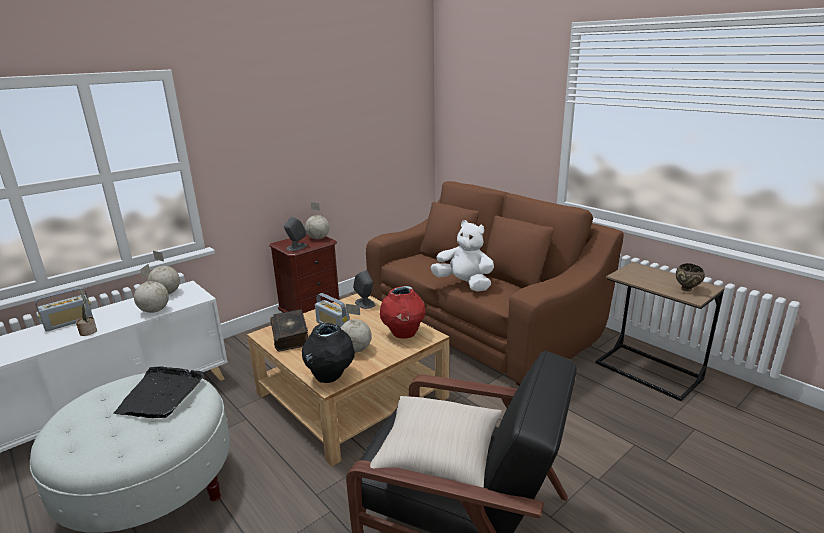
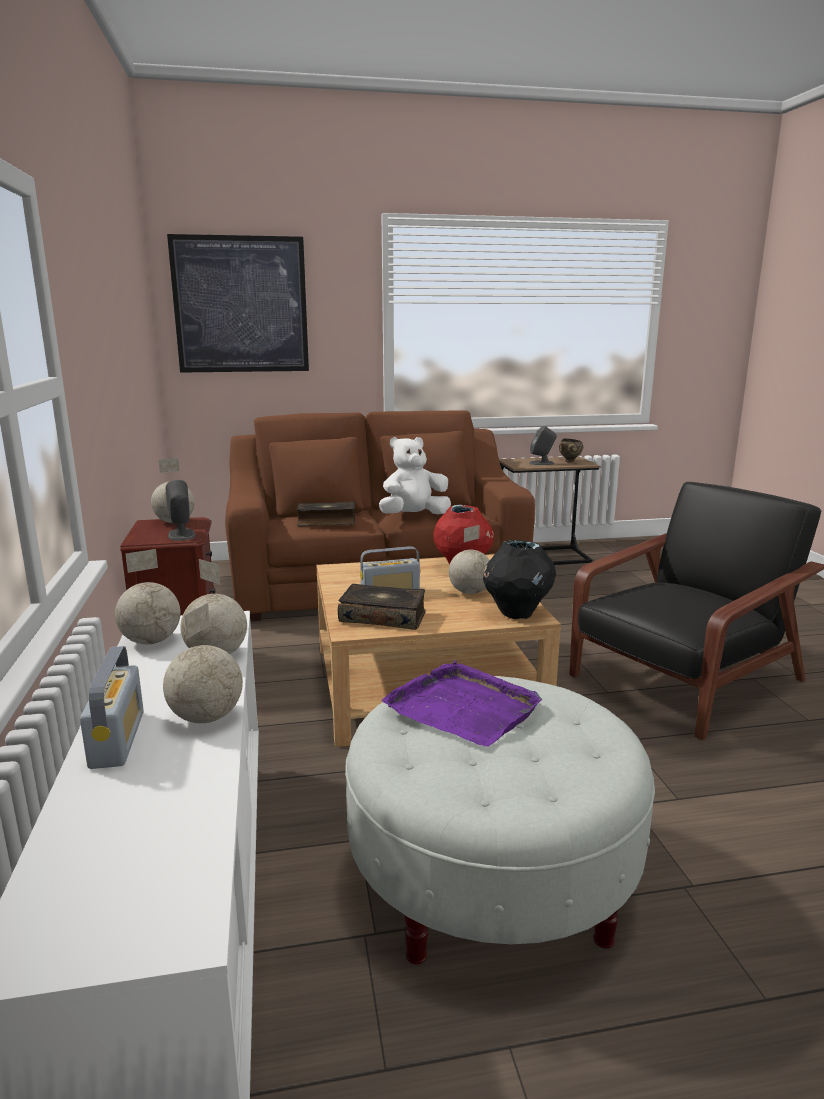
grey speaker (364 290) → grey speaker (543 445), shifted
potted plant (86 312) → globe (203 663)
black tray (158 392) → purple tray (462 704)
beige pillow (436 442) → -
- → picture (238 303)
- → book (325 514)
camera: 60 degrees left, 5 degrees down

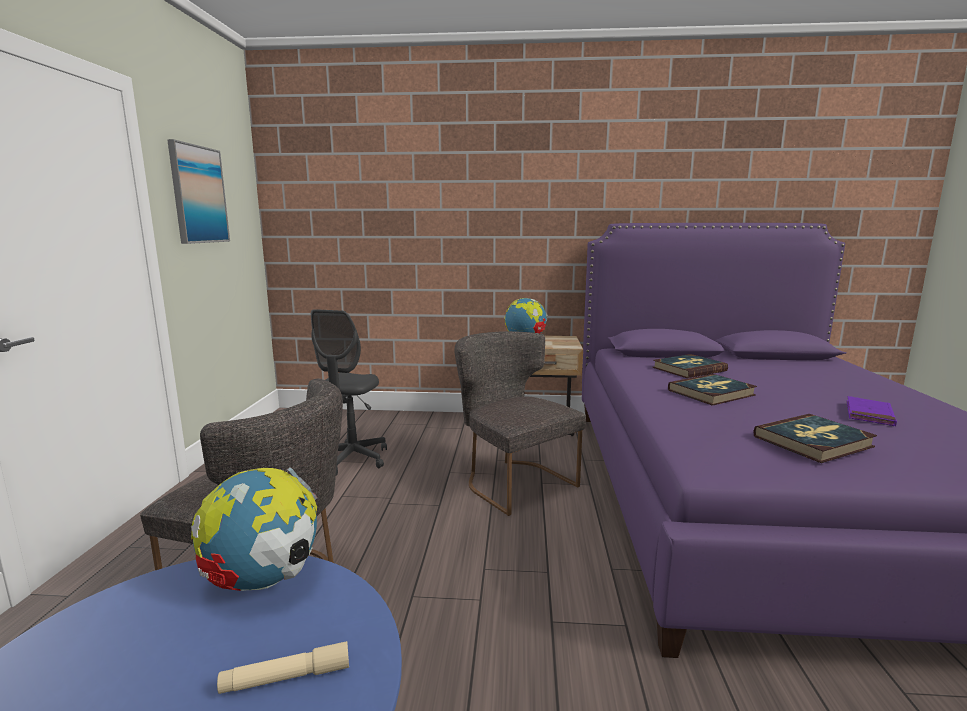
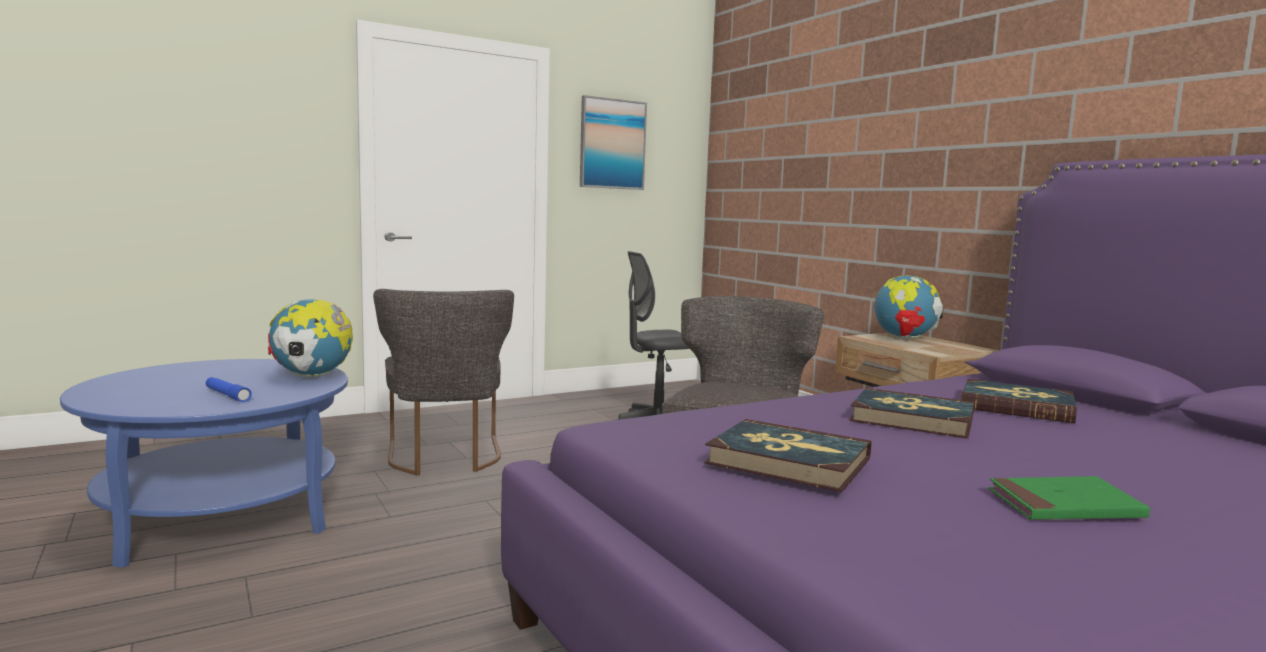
purple book (872 411) → green book (1069 498)
beige flashlight (283 667) → blue flashlight (229 389)
camera: 55 degrees right, 5 degrees down

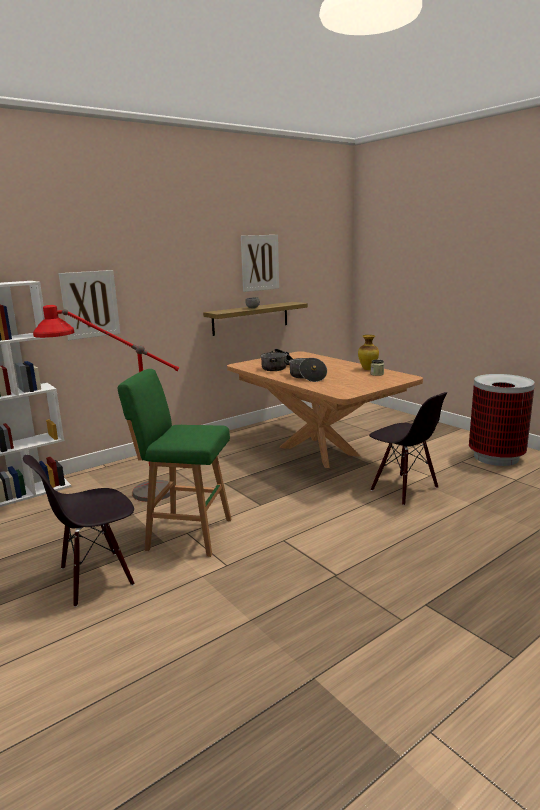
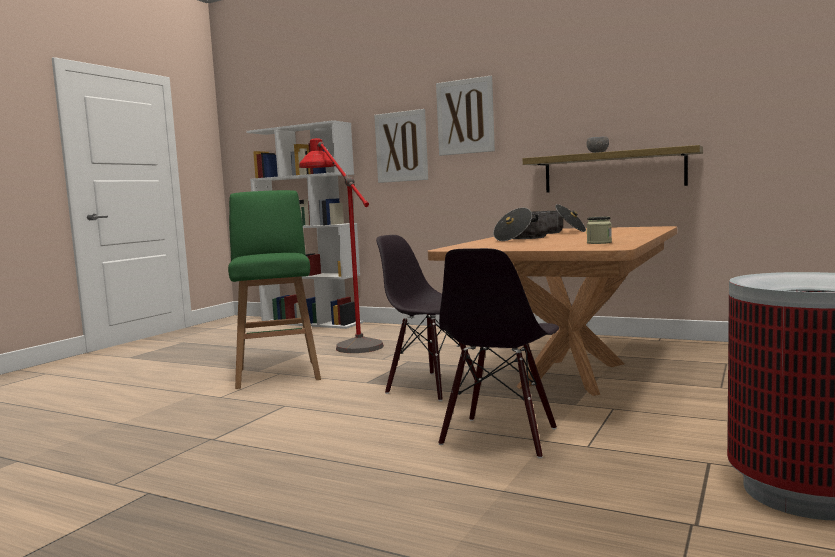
picture (260 263) → picture (465 116), shifted
vase (368 352) → -
black chair (79 531) → black chair (426 318), shifted
camera: 65 degrees right, 10 degrees down

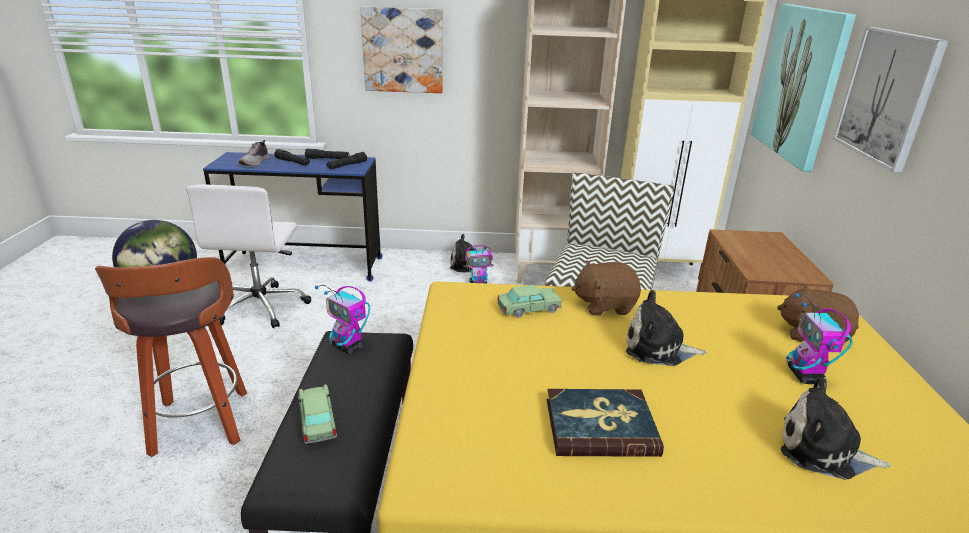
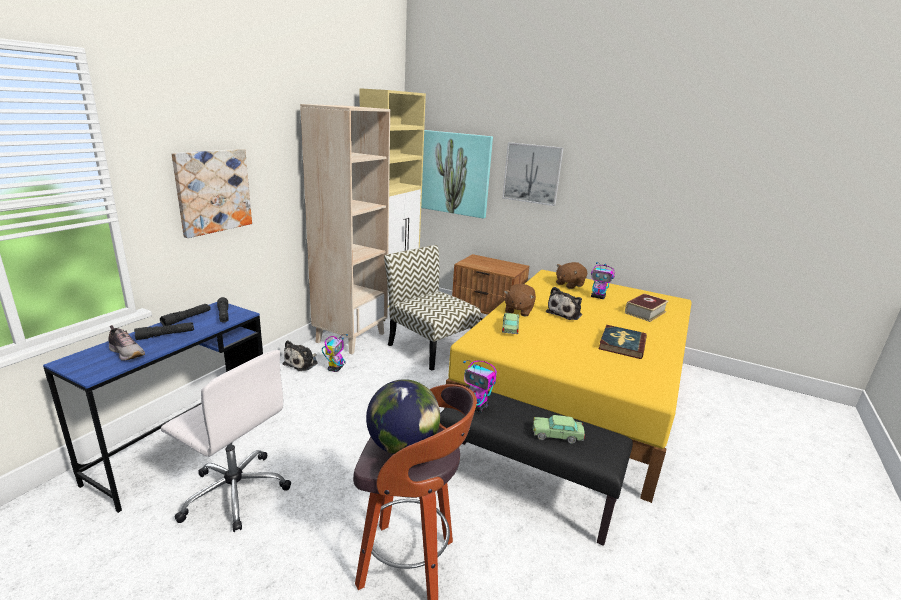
toy robot (342 319) → toy robot (480 386), 60 degrees clockwise
plush toy (835 428) → book (647 307)
camera: 65 degrees left, 5 degrees down

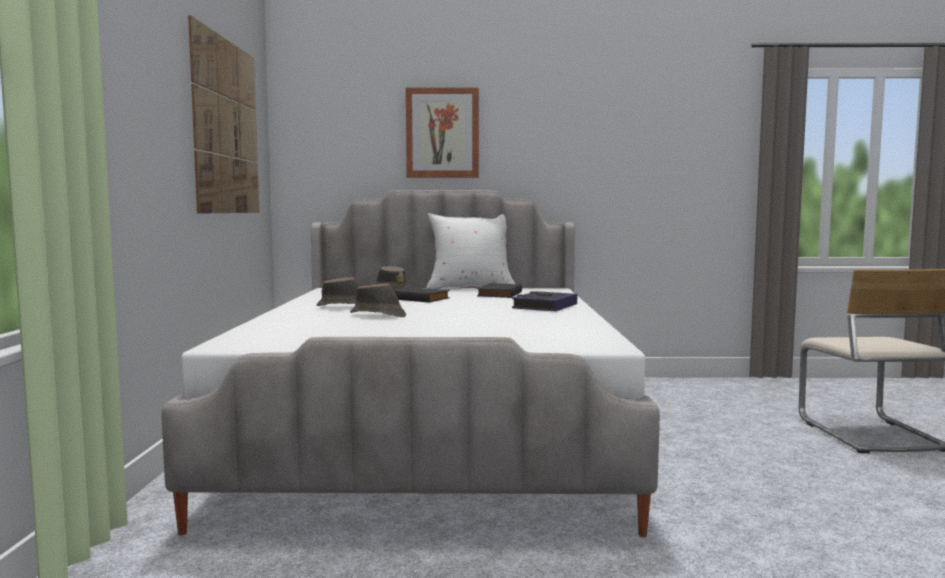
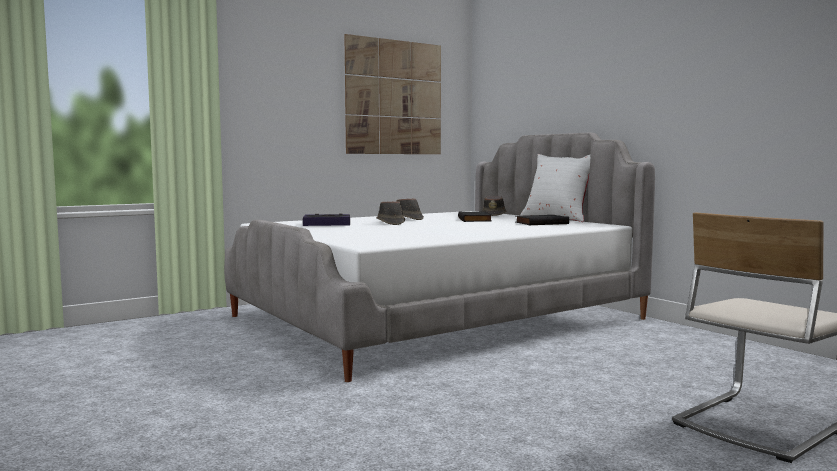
picture (442 133) → -
book (544 301) → book (326 219), shifted
camera: 55 degrees right, 0 degrees up

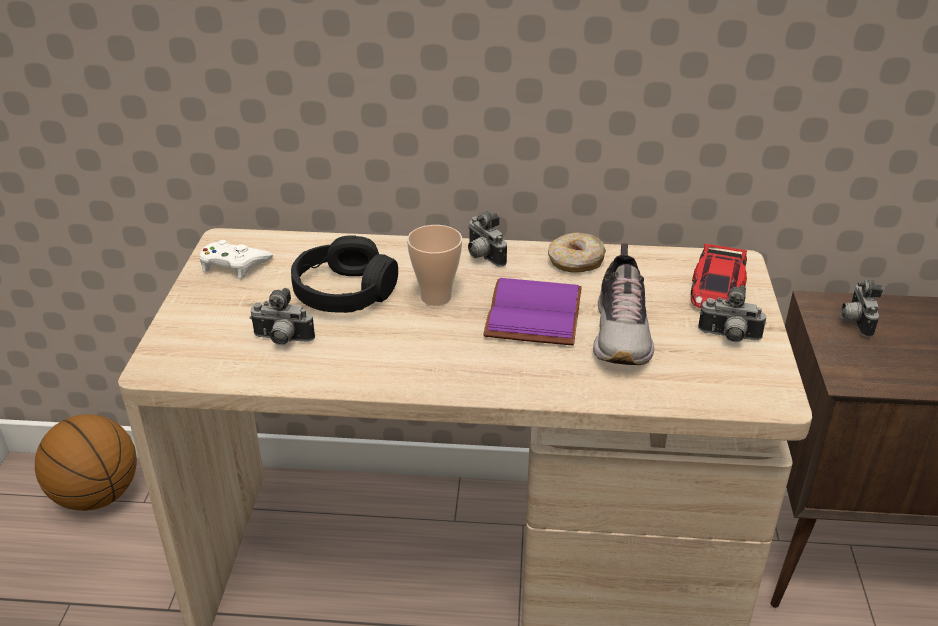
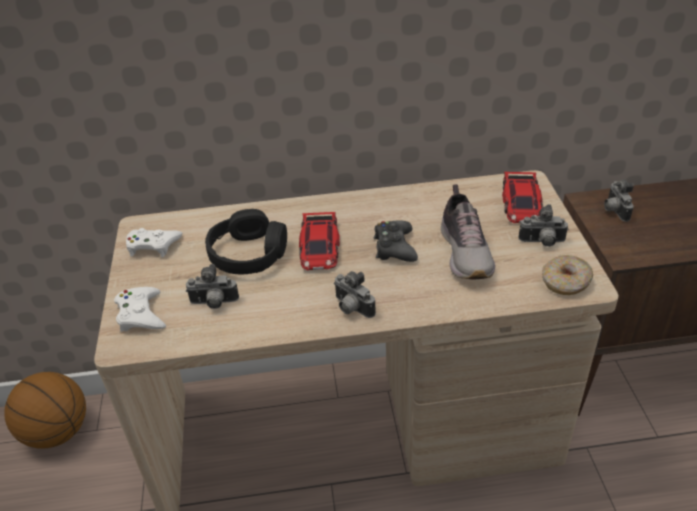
photo camera (487 239) → photo camera (355 294), shifted
cup (434 265) → toy car (319 241)
donut (577 252) → donut (567 275), shifted
purple book (532 312) → black game controller (396 241)
- → white game controller (140 309)
camera: 10 degrees left, 5 degrees up

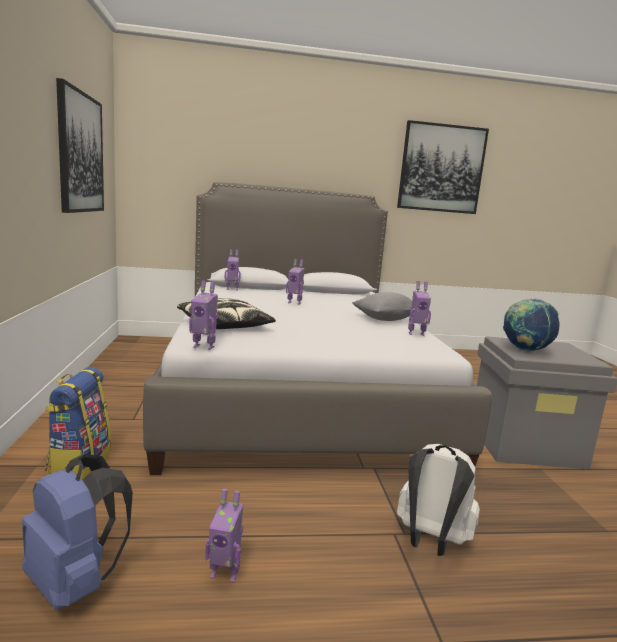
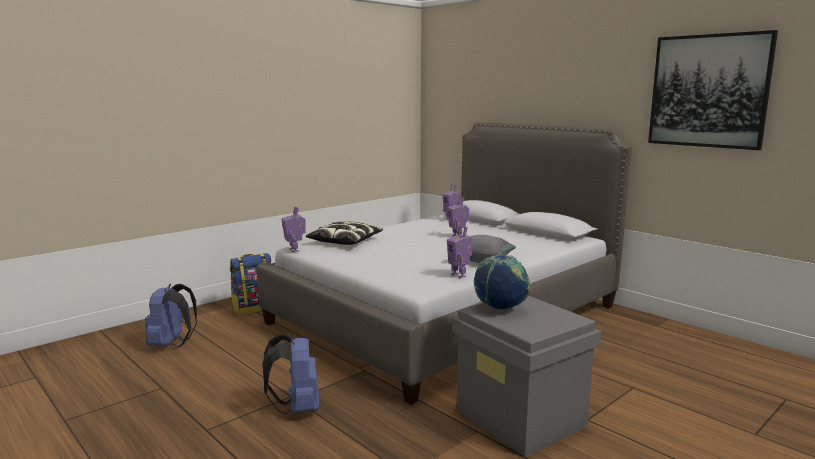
picture (80 145) → -
white backpack (438 500) → blue backpack (290 374)
toy robot (224 535) → -
camera: 55 degrees right, 0 degrees up

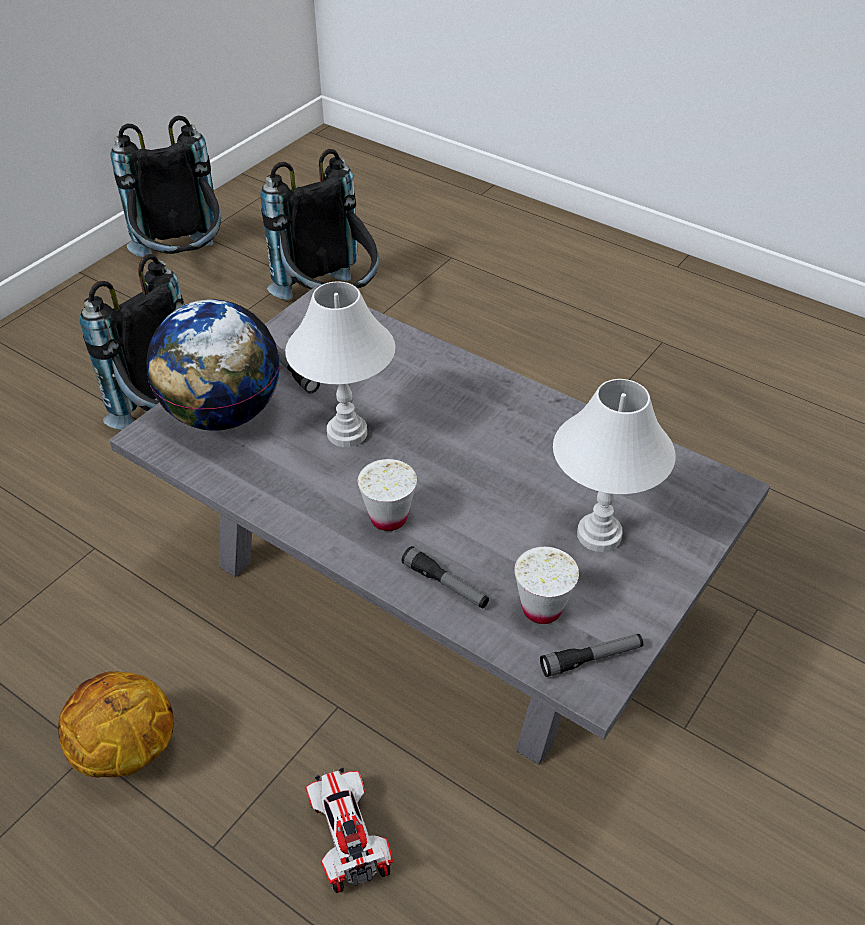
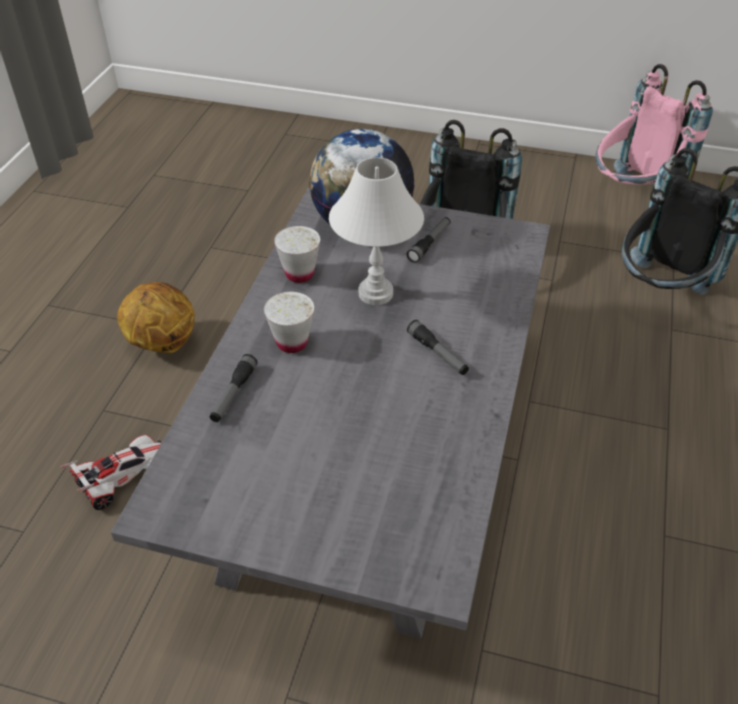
black backpack (165 186) → pink backpack (654 124)
white table lamp (614 465) → -
white cup (546 585) → white cup (297 254), shifted
flashlight (591 655) → flashlight (438 347), shifted
camera: 70 degrees right, 0 degrees up

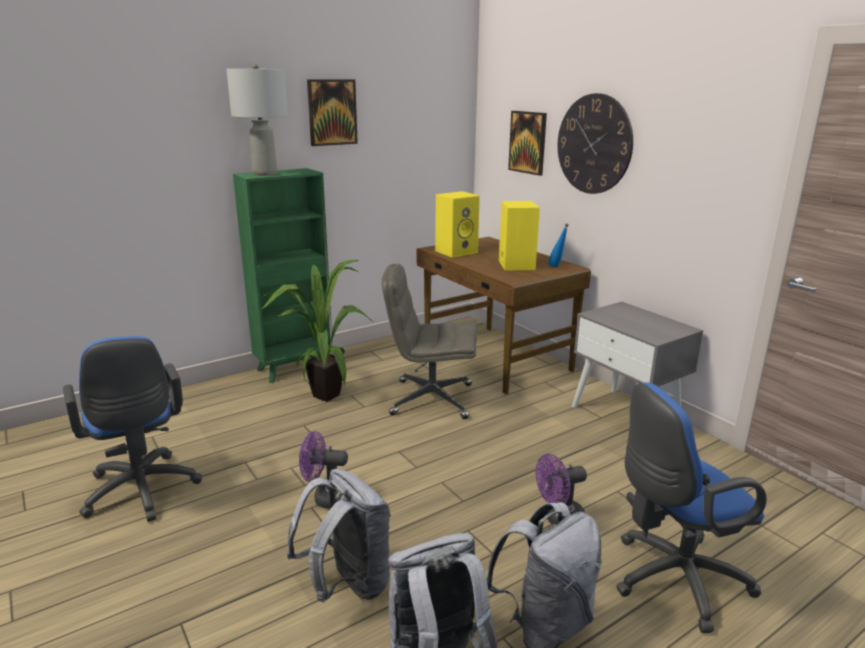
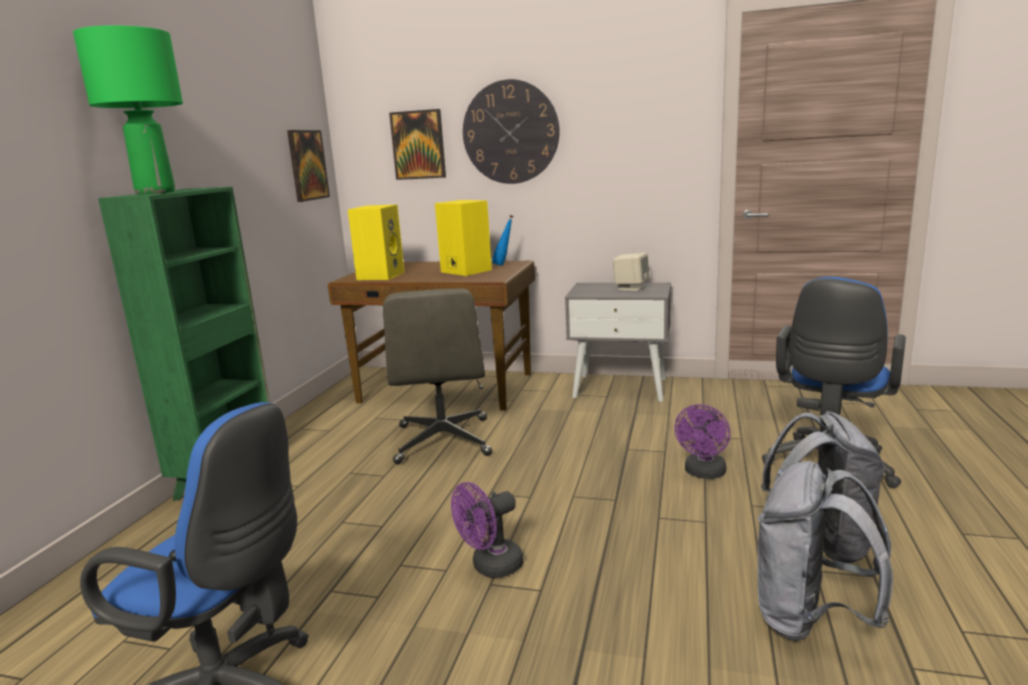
grey table lamp (257 120) → green table lamp (128 110)
picture (332 112) → picture (308 166), shifted
potted plant (317 331) → -
grey office chair (429 341) → grey office chair (437 376), 60 degrees counterclockwise
grey backpack (339 535) → -
- → beige speaker (631 272)
camera: 40 degrees left, 5 degrees down

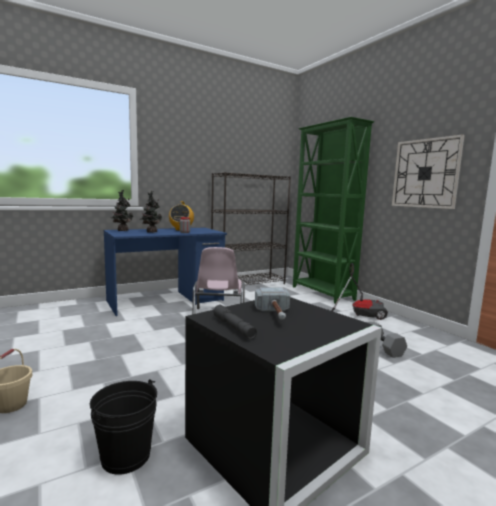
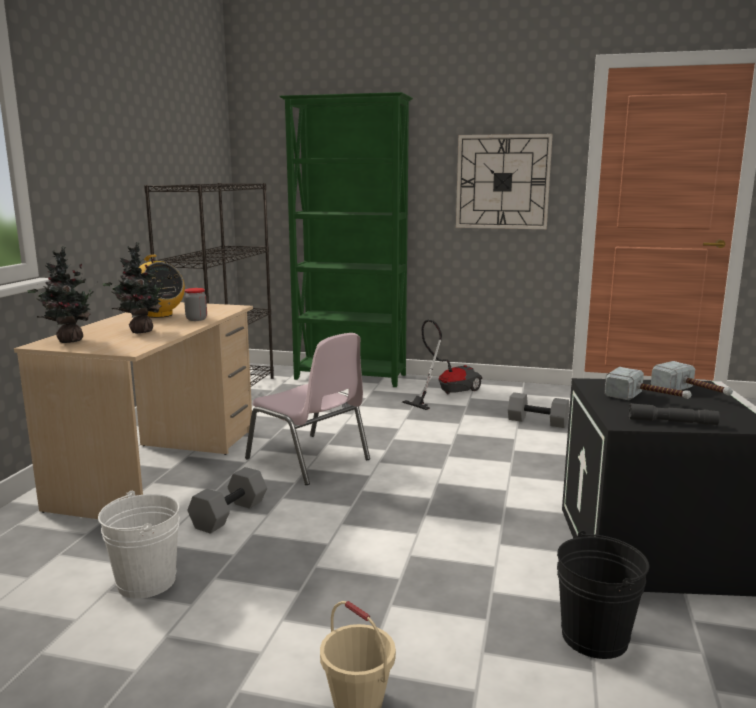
blue desk (165 272) → beige desk (133 410)
- → hammer (692 378)
- → grey dumbbell (227 500)
- → white bucket (139 545)
camera: 45 degrees left, 5 degrees up

